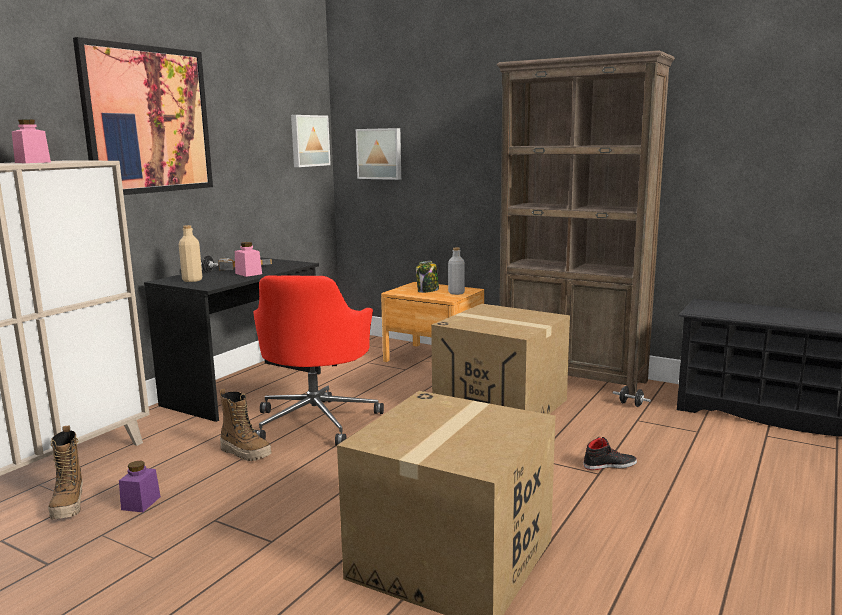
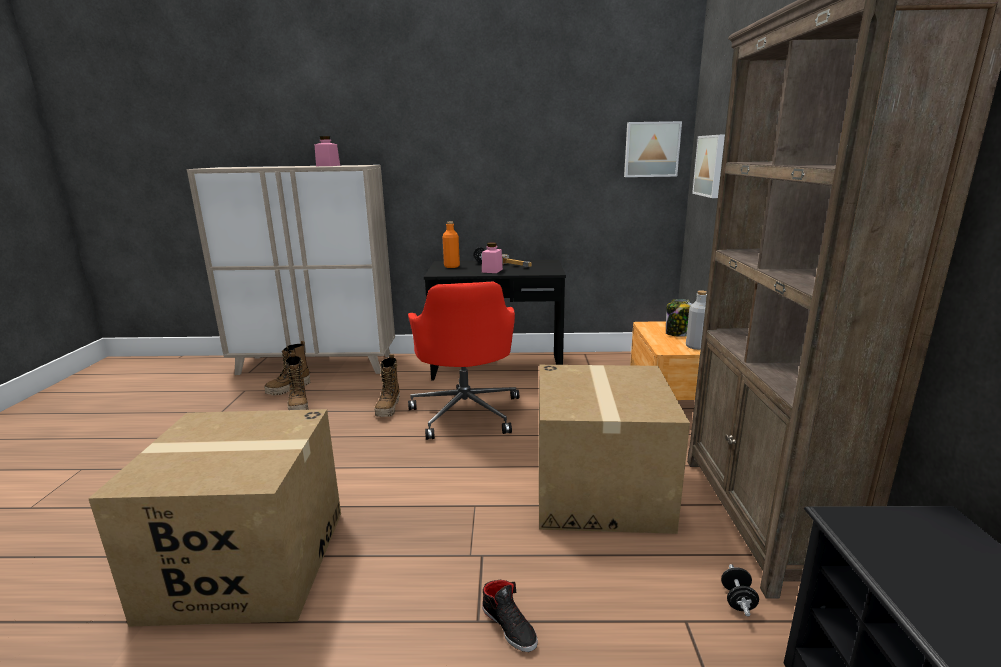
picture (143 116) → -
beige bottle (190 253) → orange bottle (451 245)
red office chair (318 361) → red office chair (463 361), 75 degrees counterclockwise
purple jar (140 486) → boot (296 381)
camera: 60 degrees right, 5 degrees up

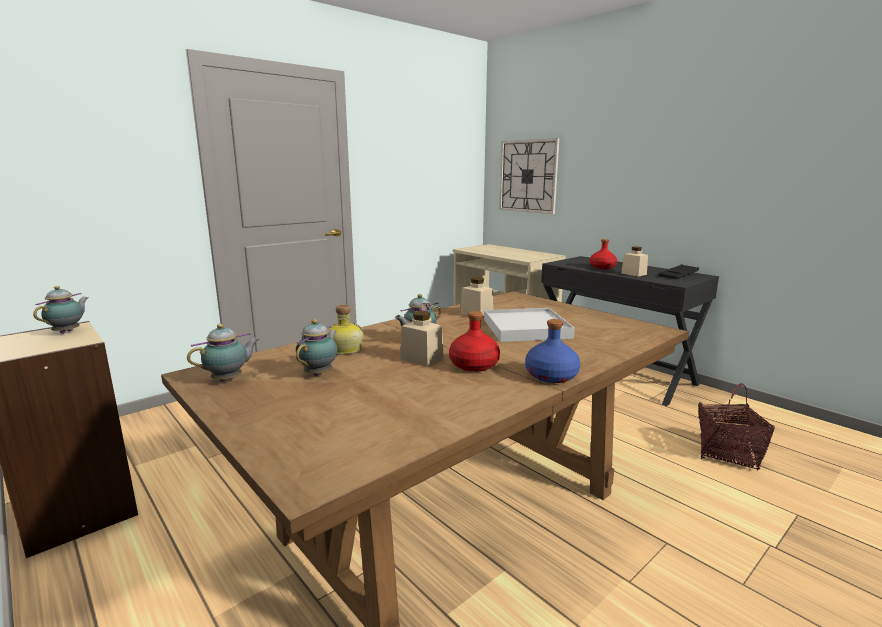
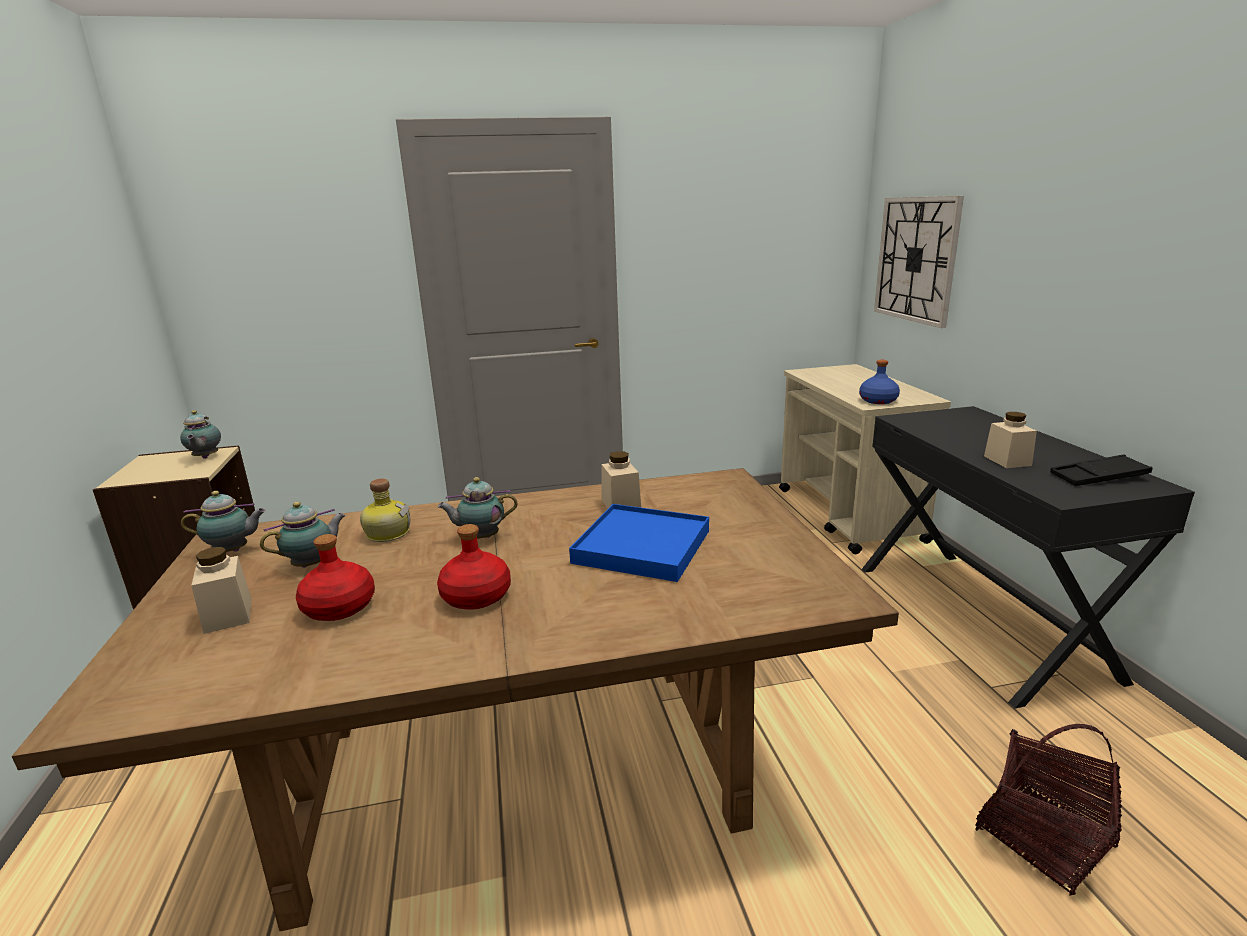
red bottle (603 254) → red bottle (335 577), shifted
teapot (60 310) → teapot (200 434), 120 degrees clockwise
white tray (529 325) → blue tray (639 543)
beige jar (422 339) → beige jar (221 590), shifted
blue bottle (552 351) → blue bottle (879 382), shifted
camera: 30 degrees right, 5 degrees up

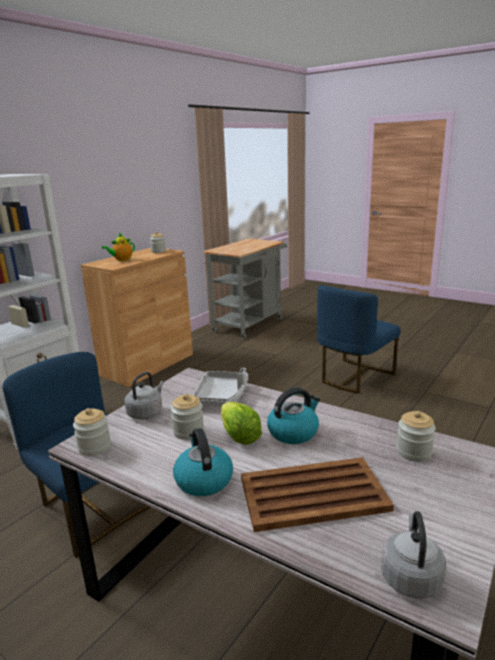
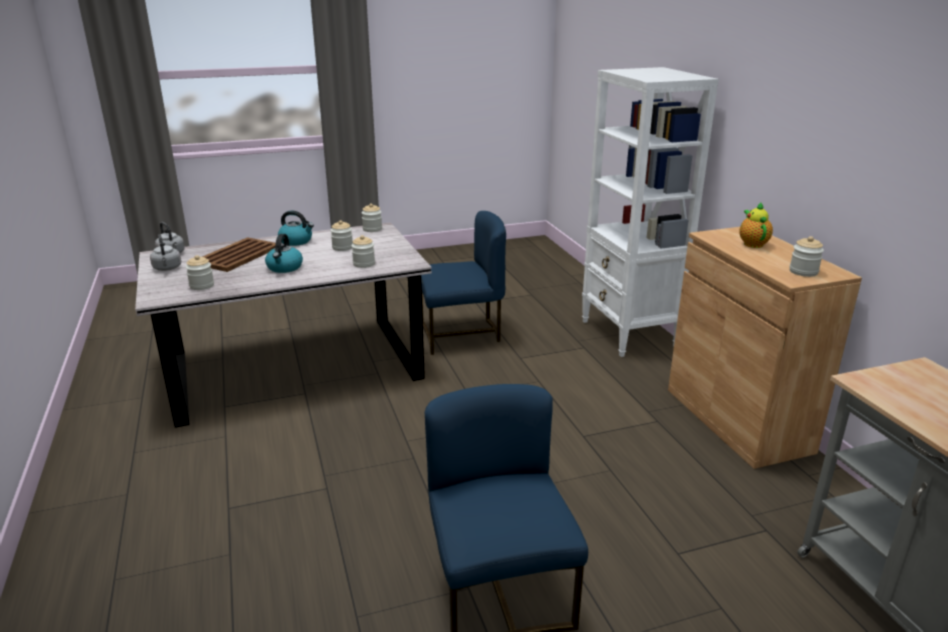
grey tray (220 387) → jar (363 251)
grey kettle (144 396) → grey kettle (165 252), shifted
lettuce (241 423) → -
camera: 125 degrees right, 5 degrees up

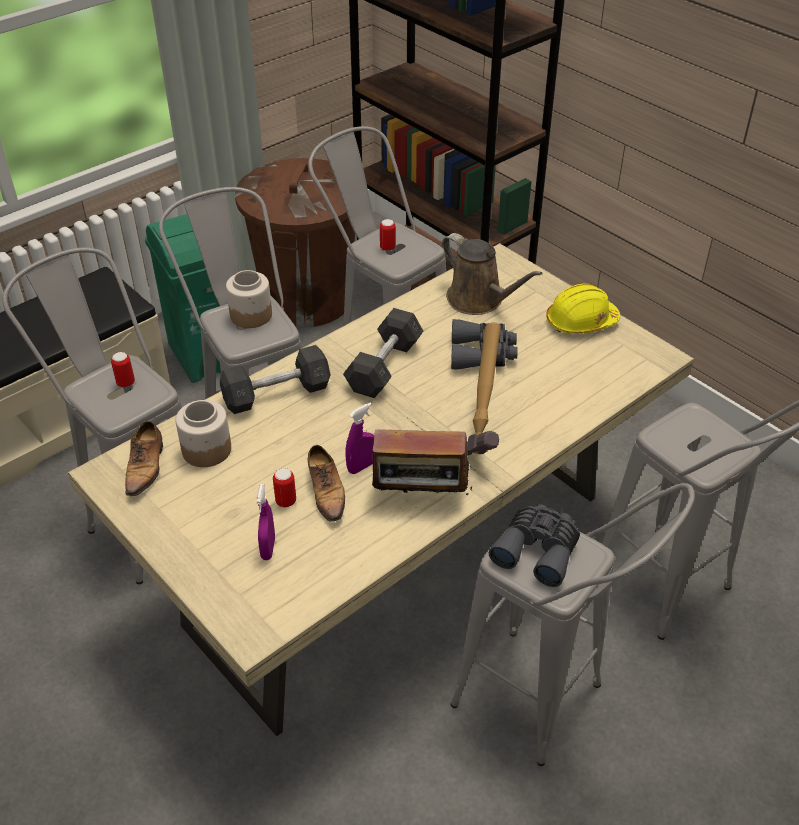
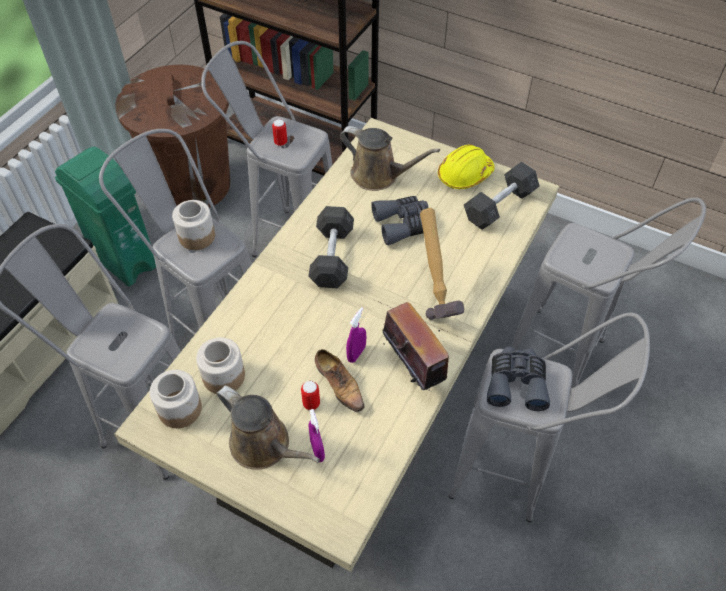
grey dumbbell (275 379) → grey dumbbell (502 196), shifted
can (123 370) → -
shoe (144 458) → jar (176 399)
radio (422 467) → radio (415 347), 105 degrees counterclockwise
- → brown watering can (268 428)
camera: 20 degrees left, 10 degrees up

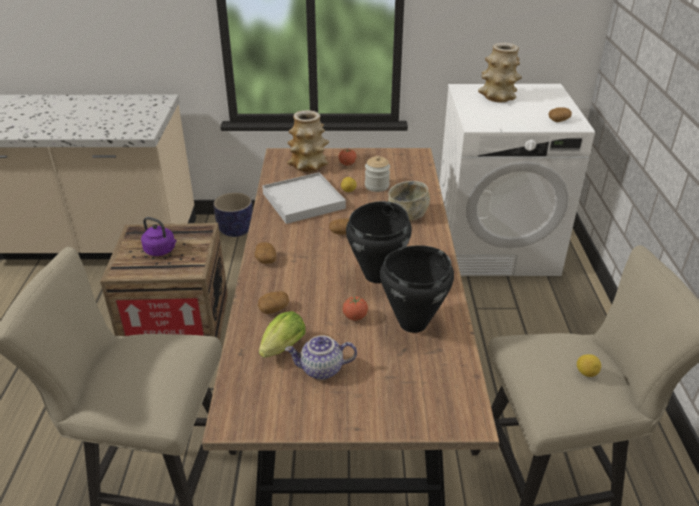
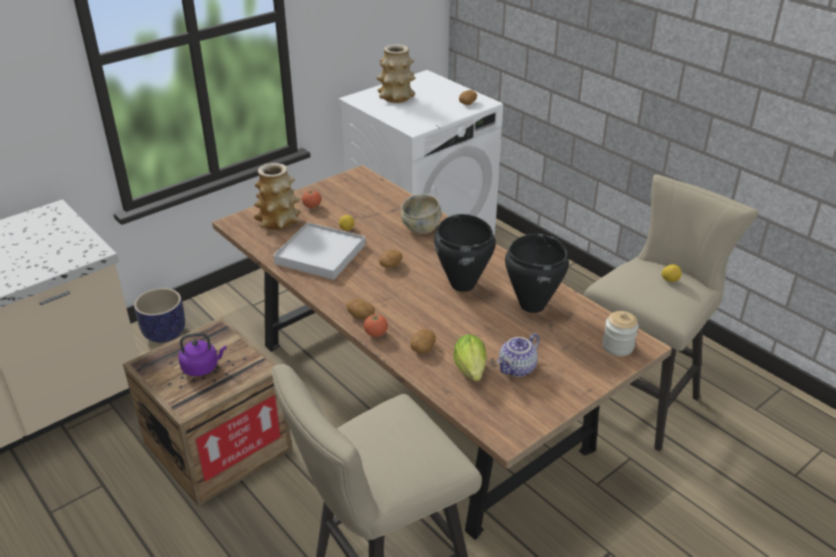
jar (377 174) → jar (620 333), shifted
tomato (355 308) → tomato (376 325), shifted
camera: 40 degrees left, 0 degrees up

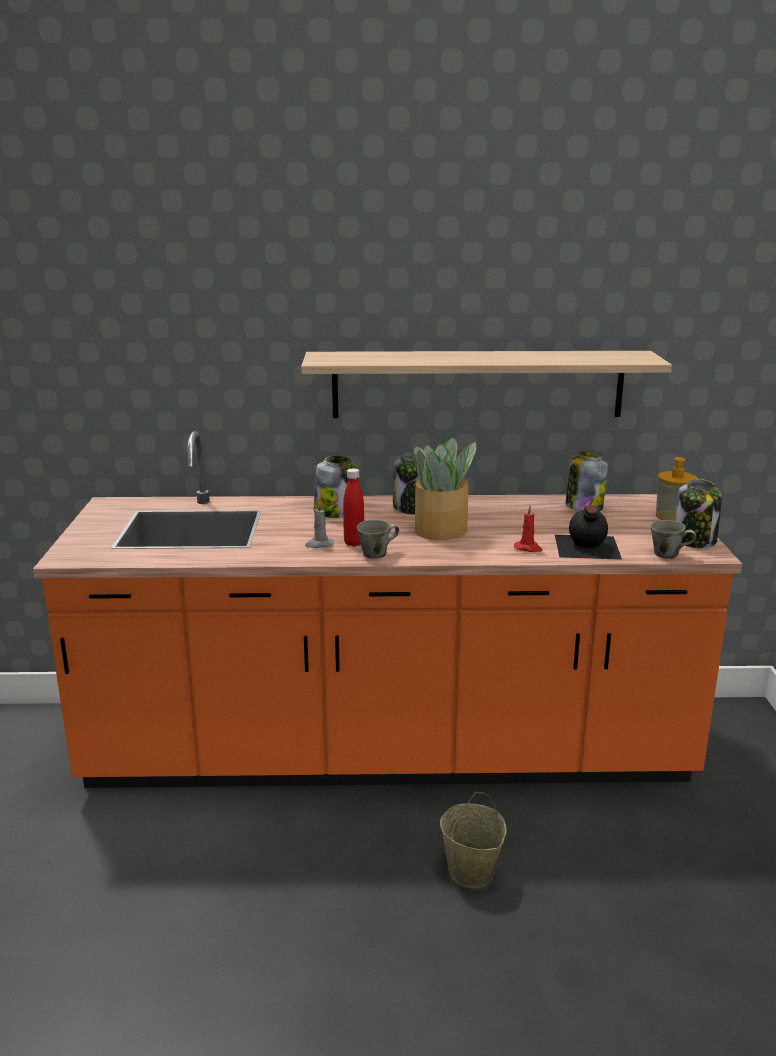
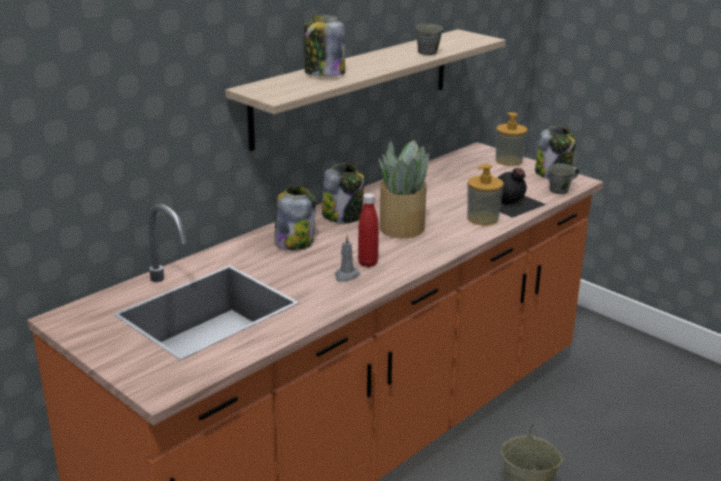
jar (586 481) → jar (324 45), shifted
red candle (528 528) → soap dispenser (485 194)
grey mug (378 539) → grey mug (429 39), shifted
camera: 45 degrees left, 5 degrees up

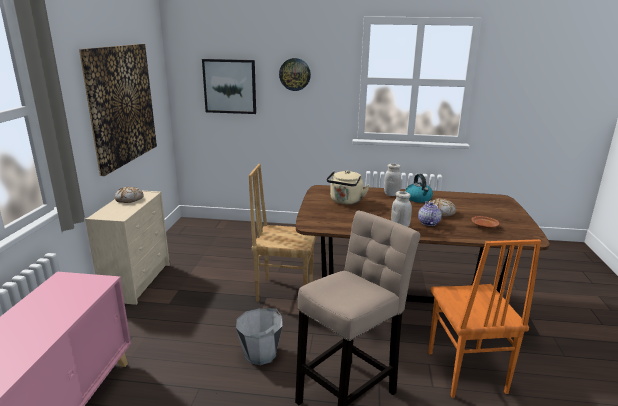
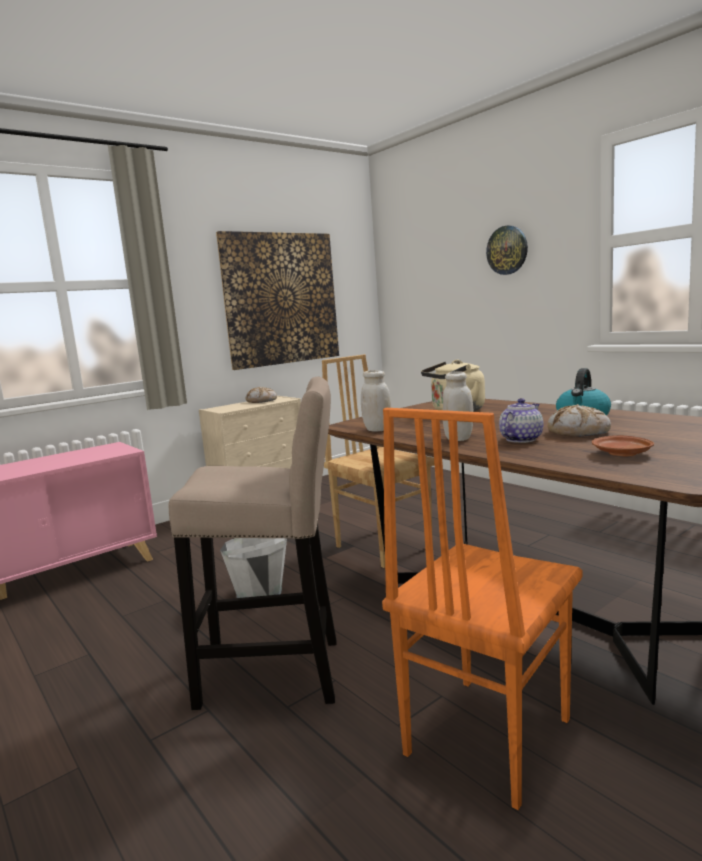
picture (229 86) → -
white jar (392 180) → white jar (376 401), shifted
camera: 45 degrees right, 10 degrees down

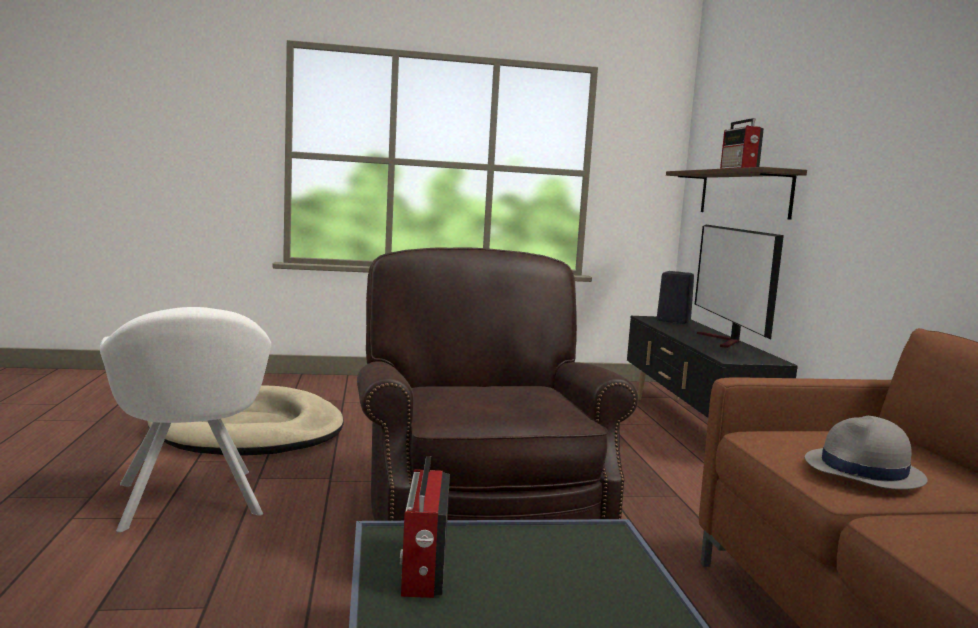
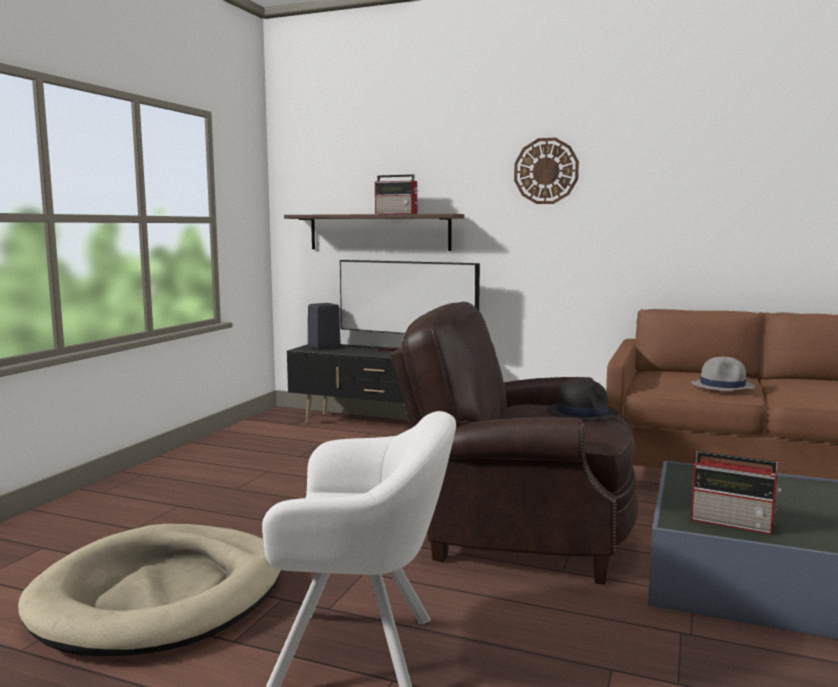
- → wall clock (546 171)
- → black hat (582 400)
camera: 60 degrees left, 0 degrees up

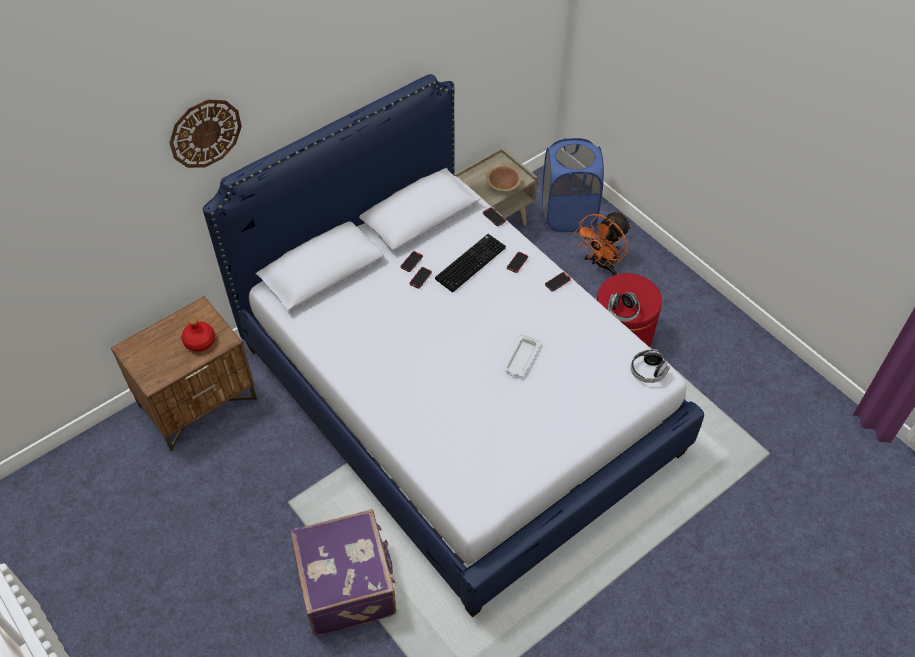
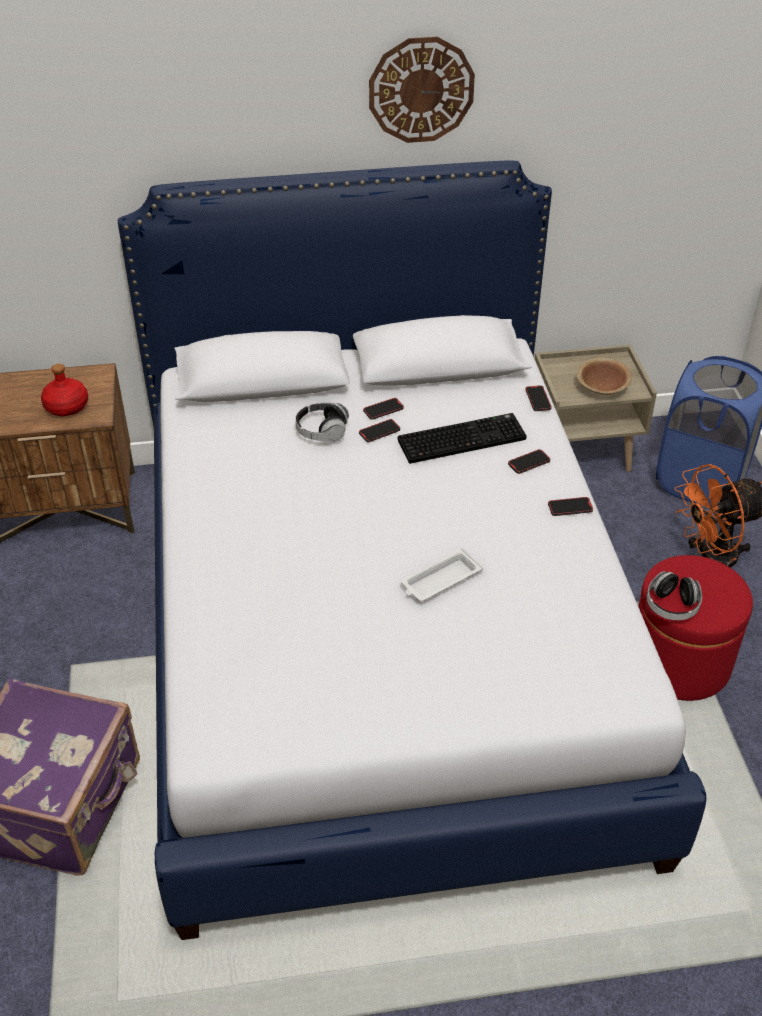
wall clock (205 134) → wall clock (422 90), shifted
headphones (650 366) → headphones (322 422), shifted
camera: 30 degrees right, 10 degrees down

